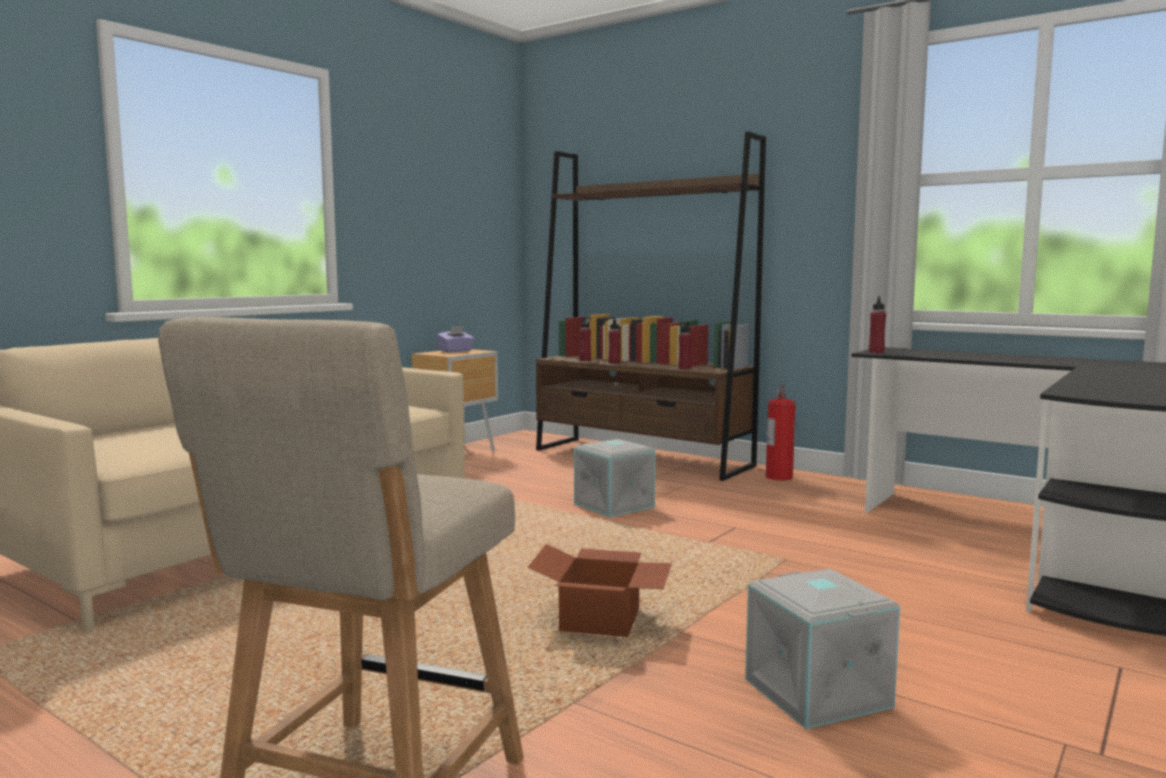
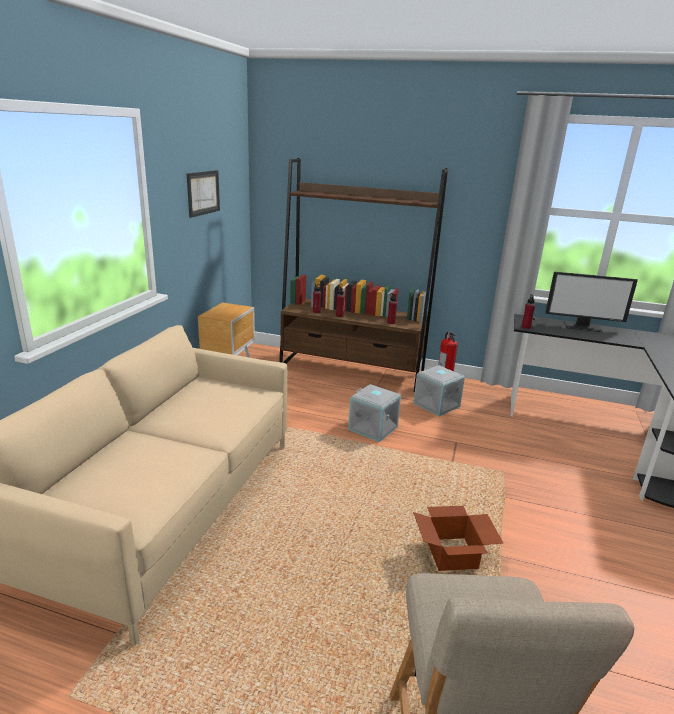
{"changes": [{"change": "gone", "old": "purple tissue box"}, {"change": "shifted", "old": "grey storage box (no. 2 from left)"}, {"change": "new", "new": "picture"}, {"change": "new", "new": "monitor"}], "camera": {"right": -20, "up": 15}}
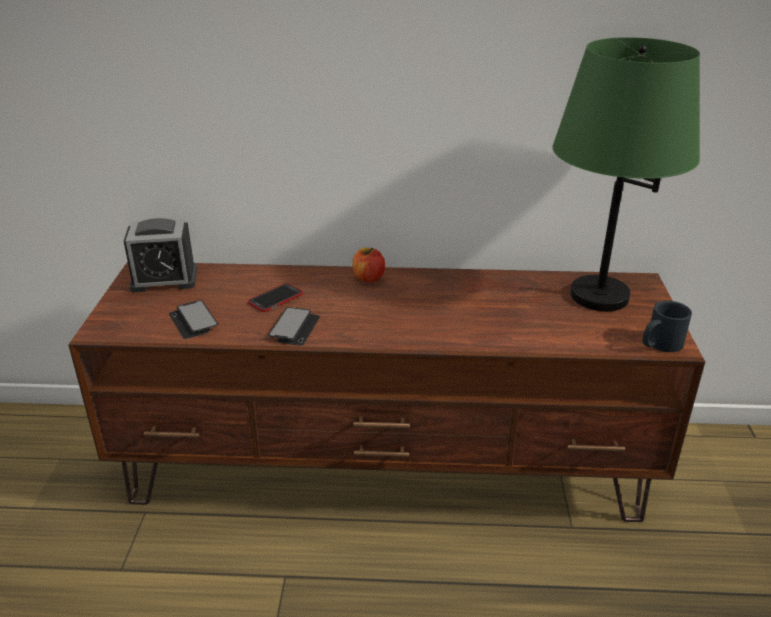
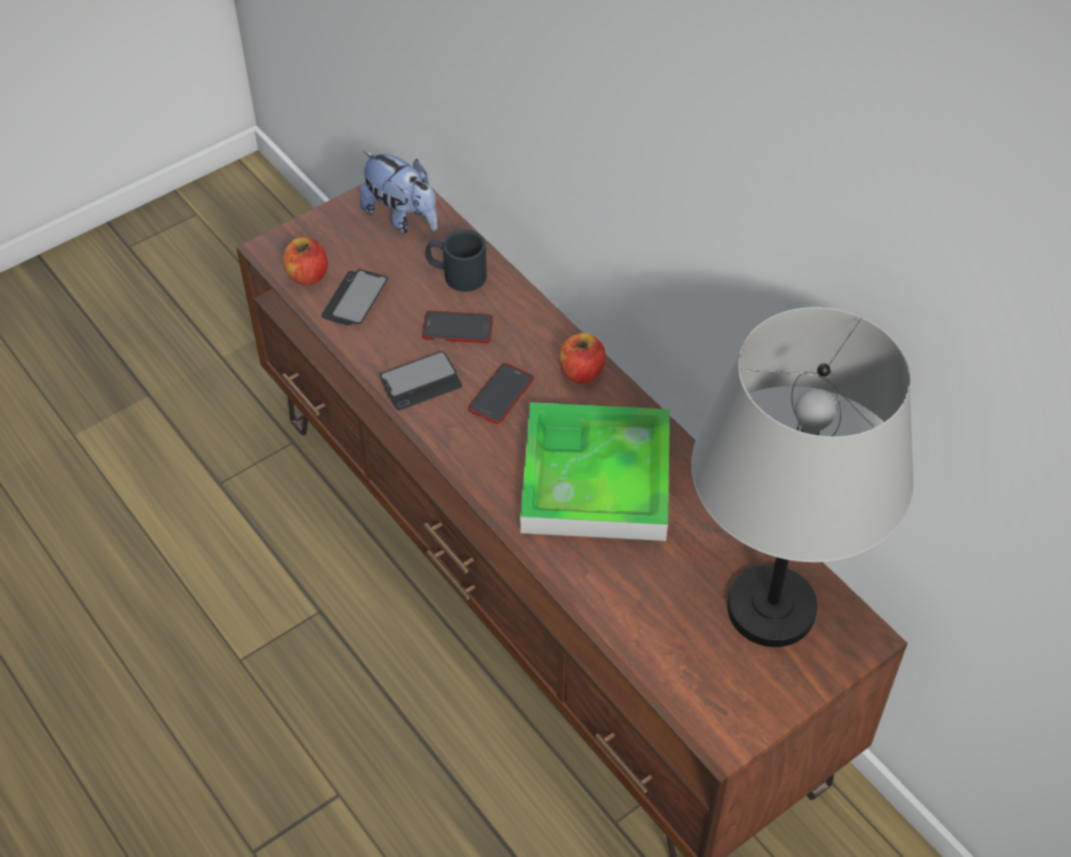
{"changes": [{"change": "repainted", "old": "green table lamp", "new": "grey table lamp"}, {"change": "swapped", "old": "alarm clock", "new": "plush toy"}, {"change": "shifted", "old": "black mug"}, {"change": "new", "new": "apple (no. 1 from left)"}, {"change": "new", "new": "phone (no. 4 from left)"}, {"change": "new", "new": "tray"}], "camera": {"right": 50, "up": 20}}
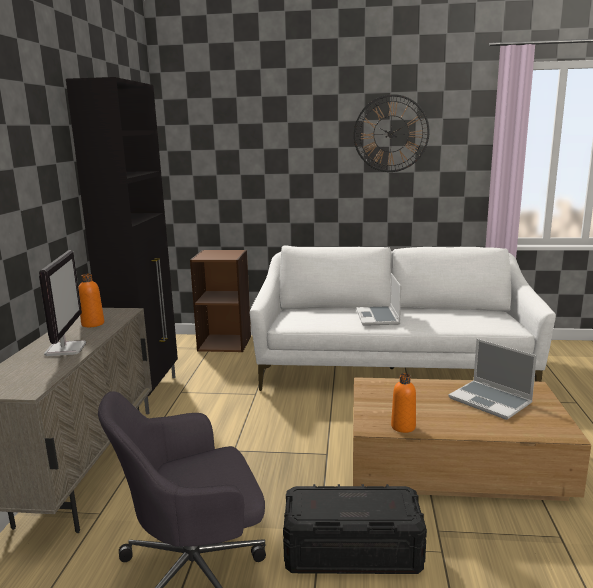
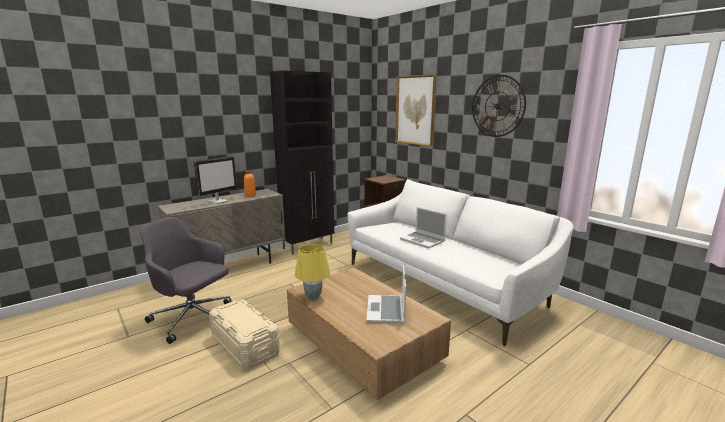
{"changes": [{"change": "rotated", "old": "laptop (no. 1 from left in the first image)", "degrees": -90}, {"change": "swapped", "old": "orange bottle (no. 2 from left)", "new": "yellow table lamp"}, {"change": "repainted", "old": "black storage box", "new": "beige storage box"}, {"change": "new", "new": "picture"}], "camera": {"right": 45, "up": 0}}
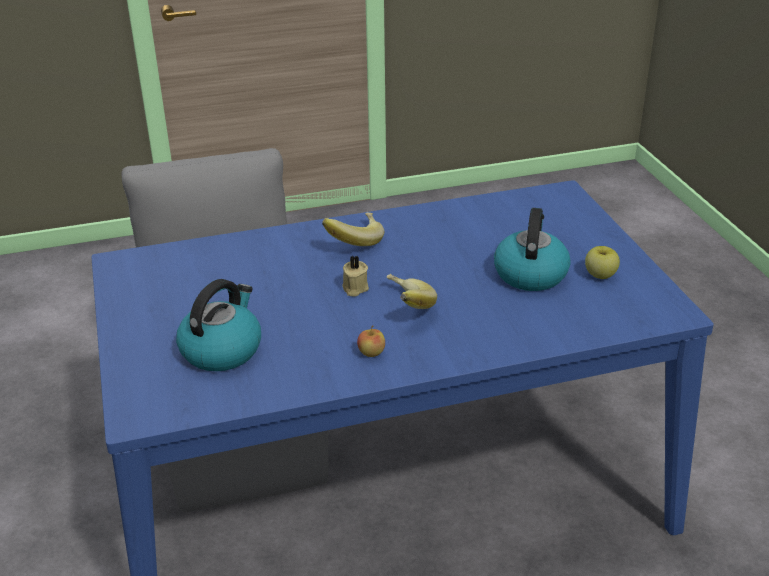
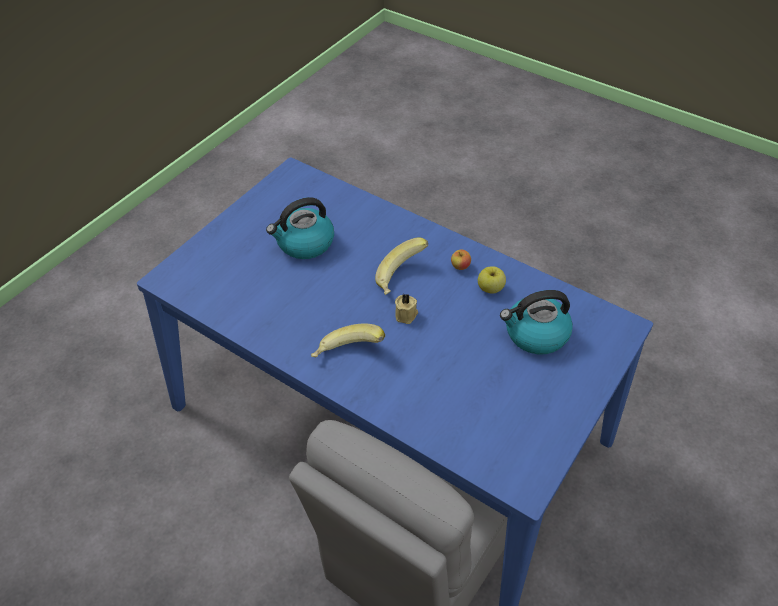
{"changes": [{"change": "shifted", "old": "apple (no. 2 from left)"}], "camera": {"right": -130, "up": 15}}
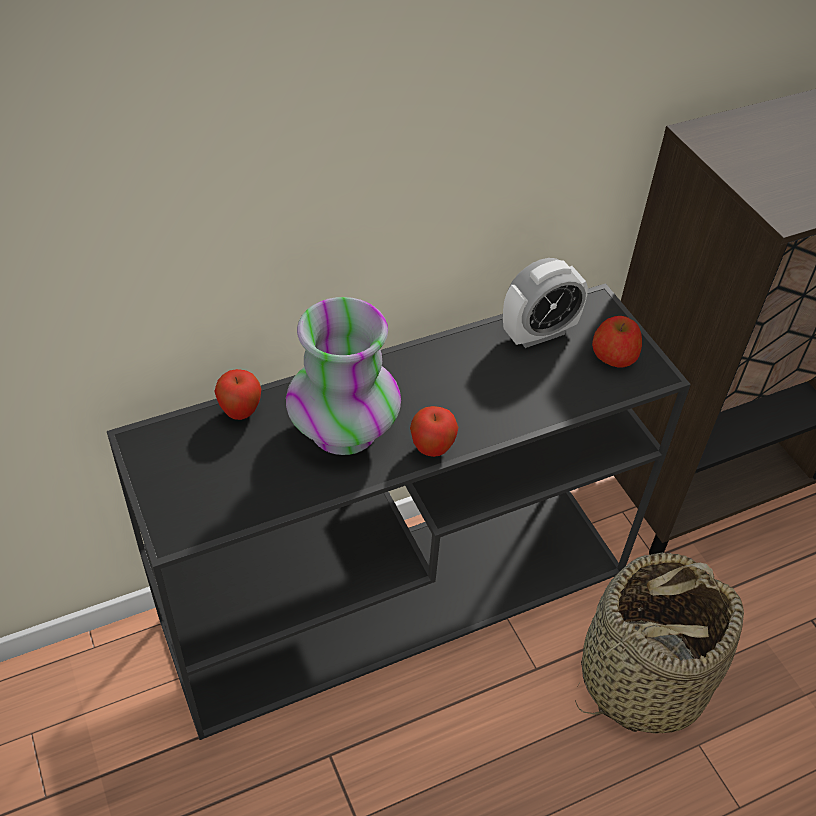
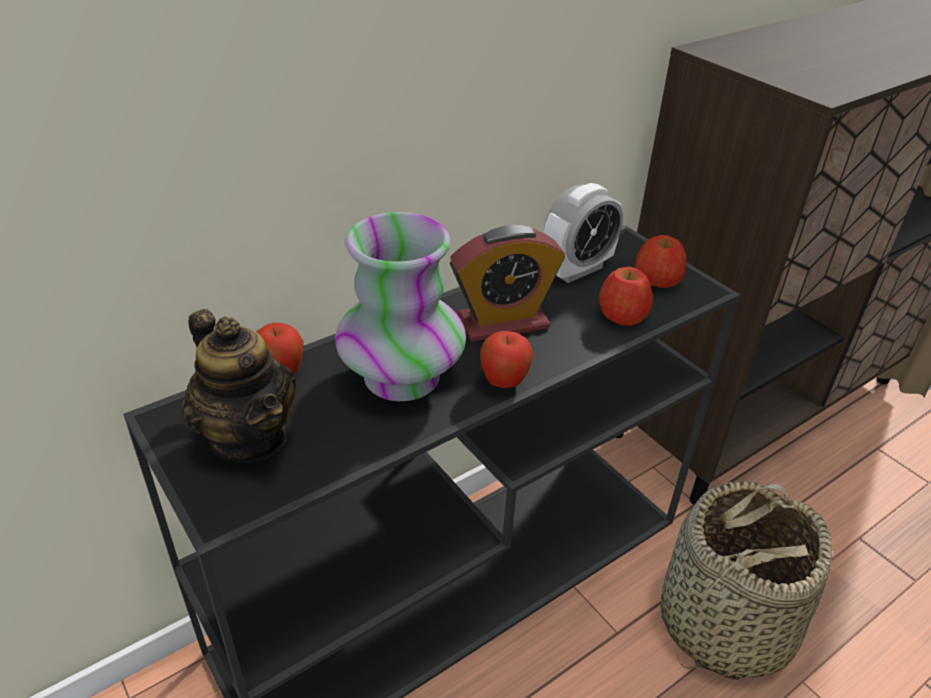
{"changes": [{"change": "new", "new": "alarm clock (no. 1 from left)"}, {"change": "new", "new": "apple (no. 3 from left)"}, {"change": "new", "new": "teapot"}], "camera": {"right": -10, "up": -10}}
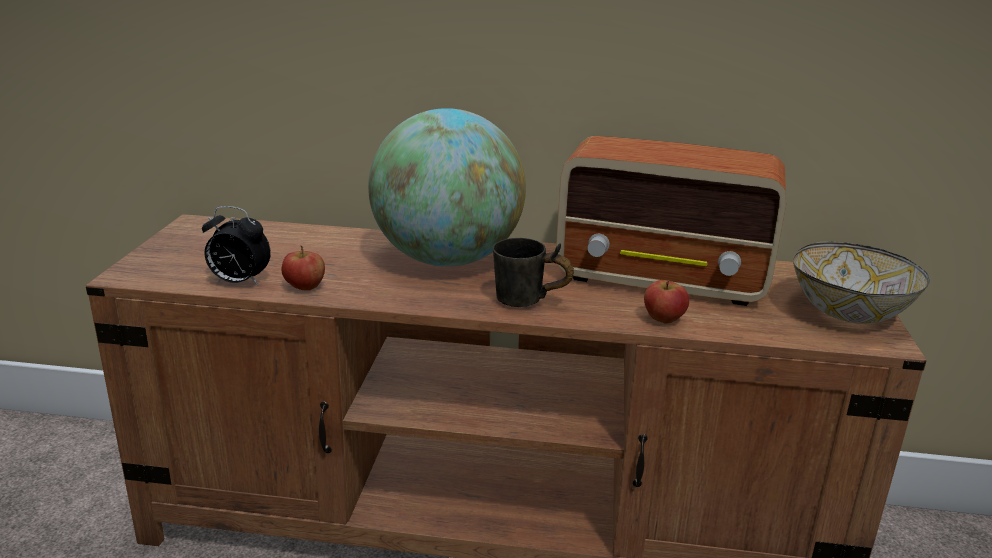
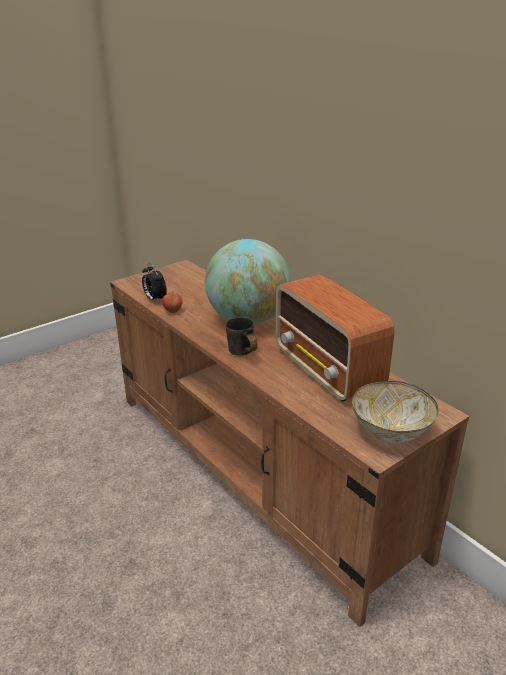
{"changes": [{"change": "gone", "old": "apple (no. 2 from left)"}], "camera": {"right": 45, "up": 5}}
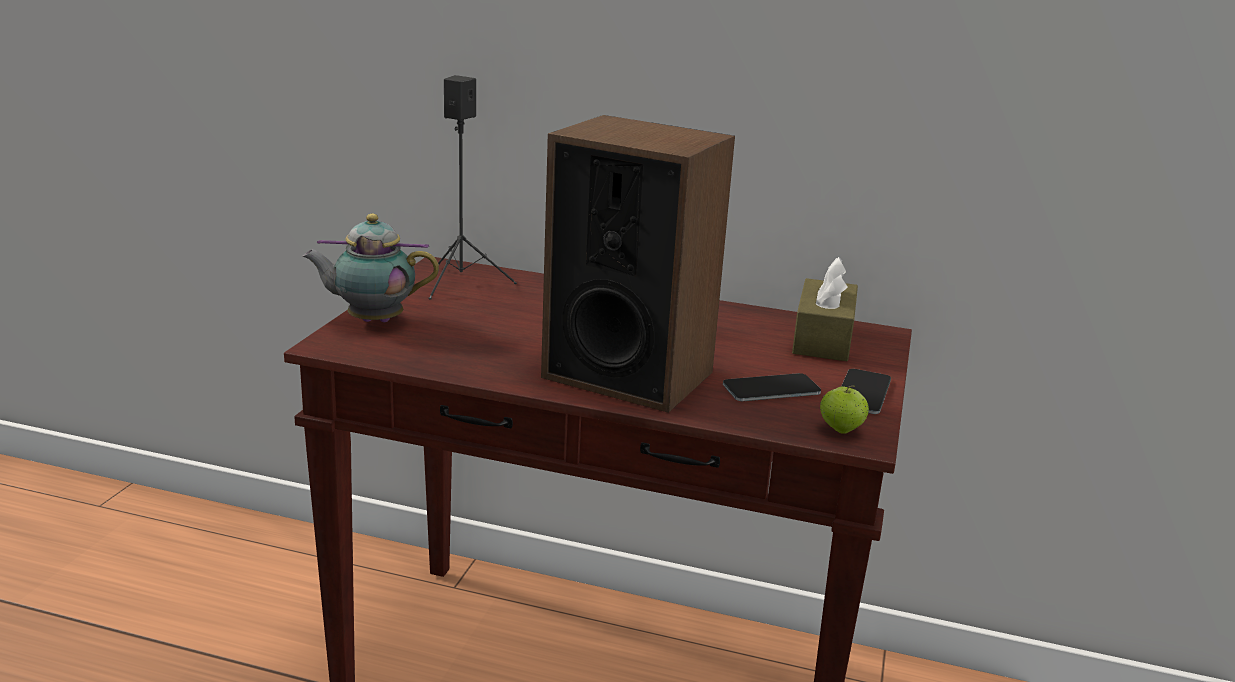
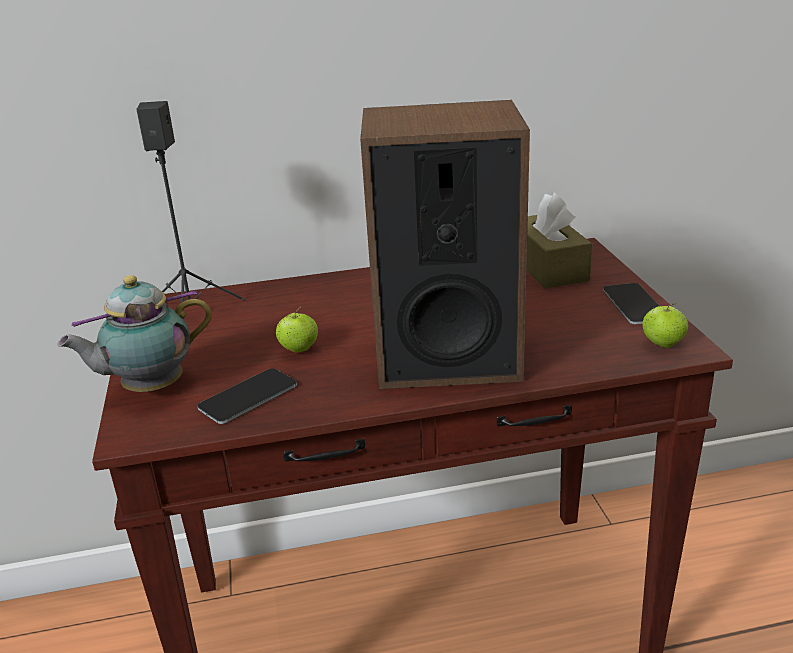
{"changes": [{"change": "shifted", "old": "phone (no. 1 from left)"}, {"change": "new", "new": "apple (no. 1 from left)"}], "camera": {"right": -25, "up": 5}}
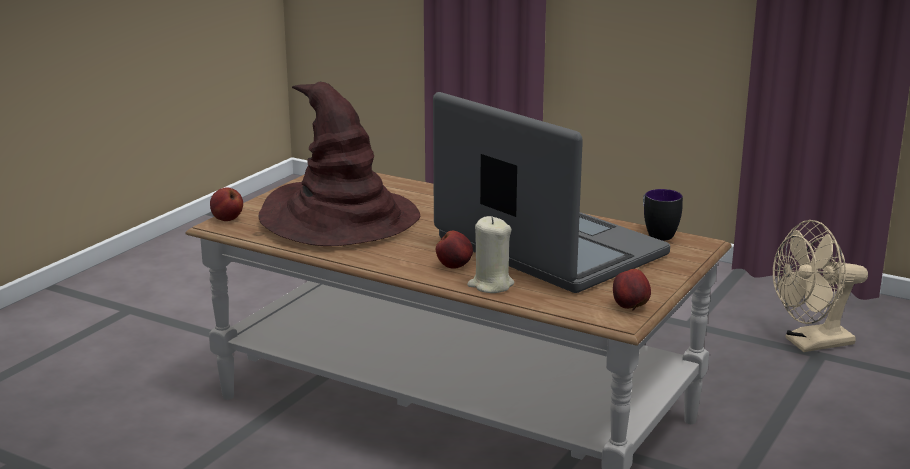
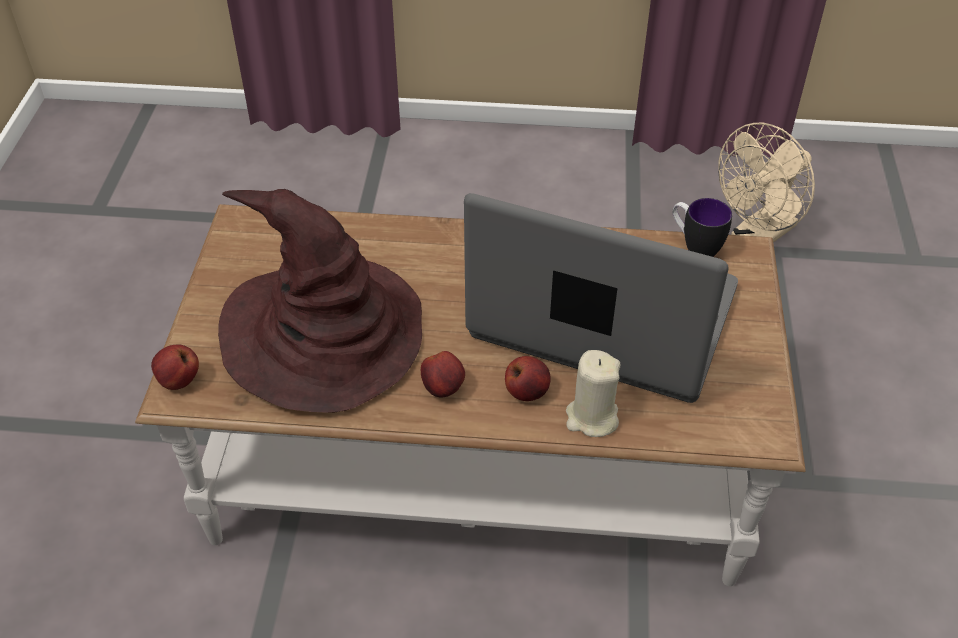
{"changes": [{"change": "shifted", "old": "apple (no. 3 from left in the first image)", "new": "apple (no. 2 from left)"}], "camera": {"right": -25, "up": 25}}
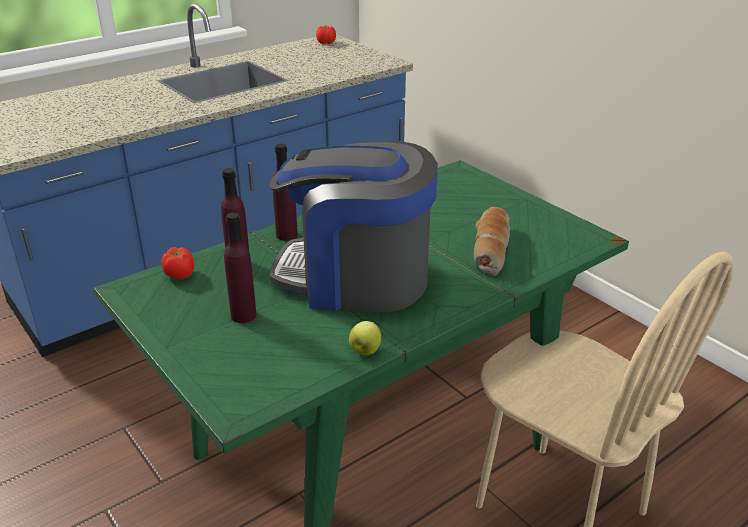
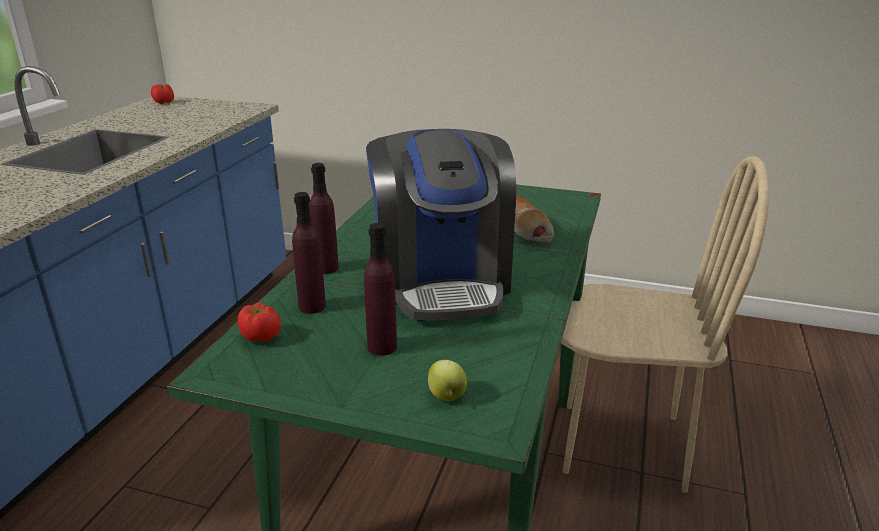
{"changes": [{"change": "rotated", "old": "coffee machine", "degrees": -75}, {"change": "shifted", "old": "apple"}], "camera": {"right": -35, "up": -5}}
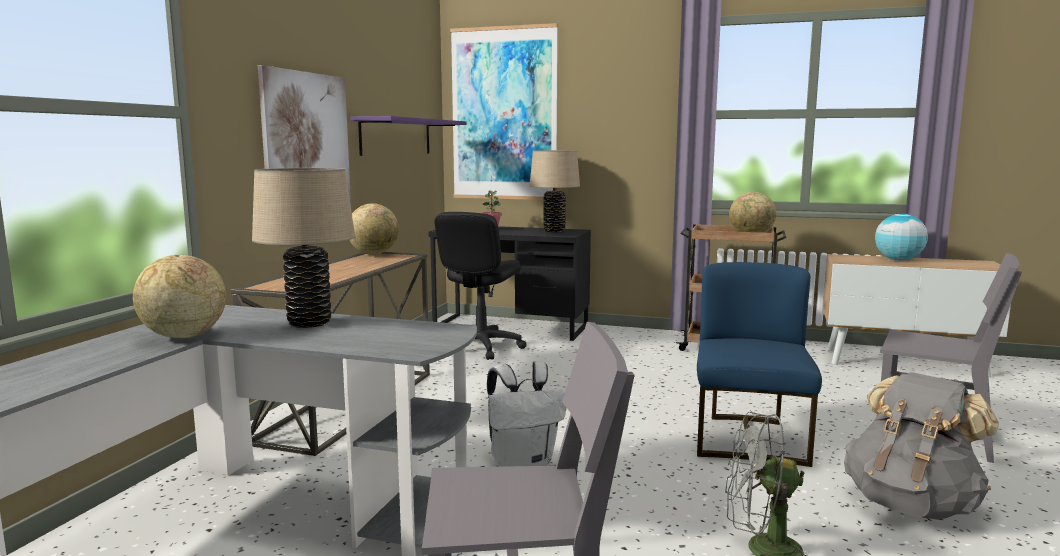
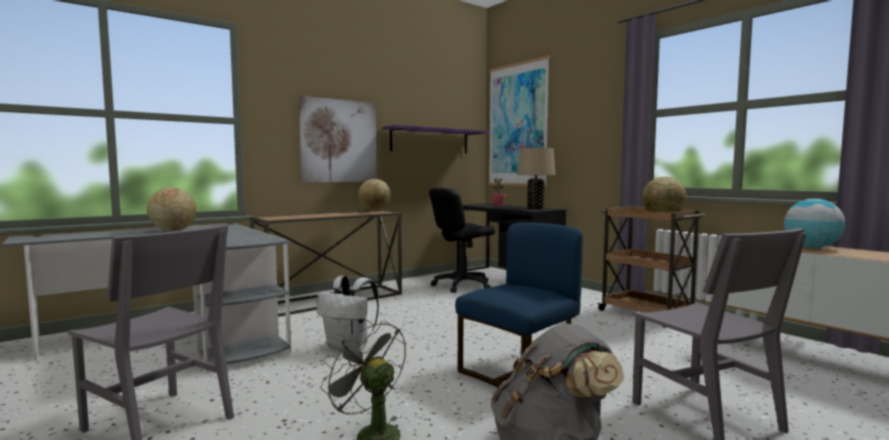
{"changes": [{"change": "gone", "old": "beige table lamp (no. 1 from left)"}], "camera": {"right": 35, "up": -5}}
